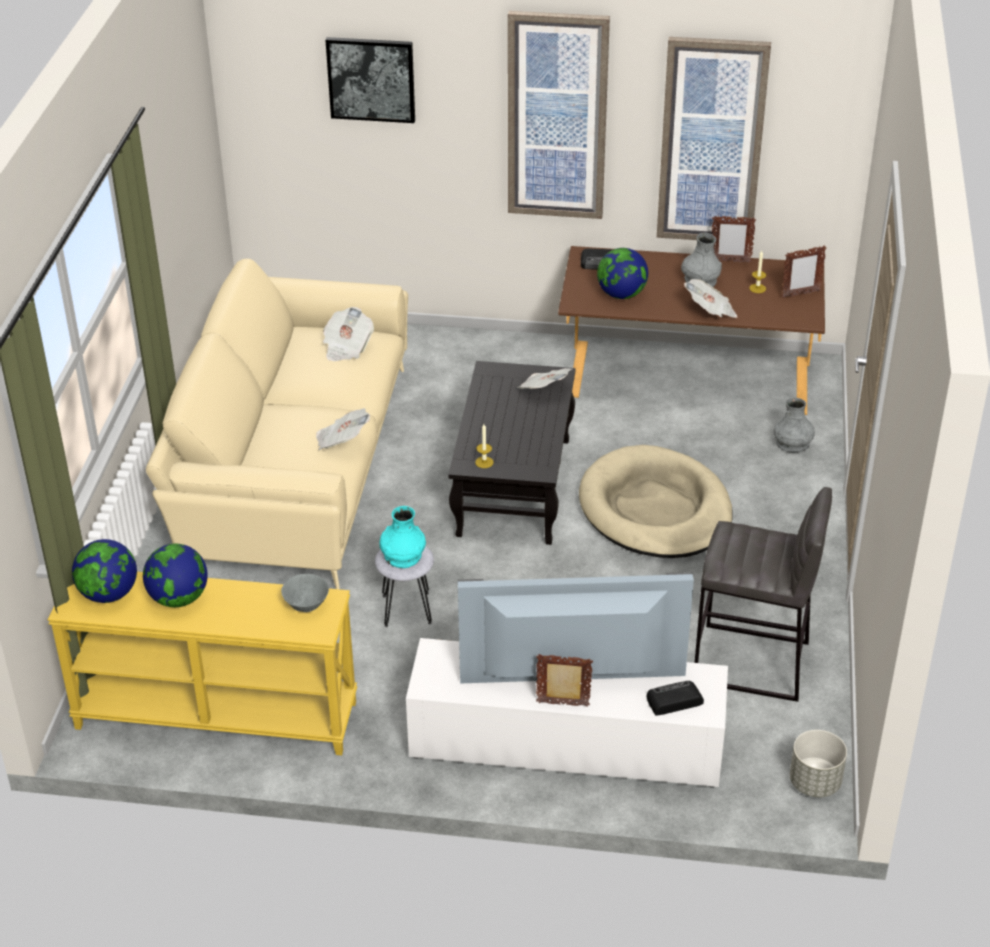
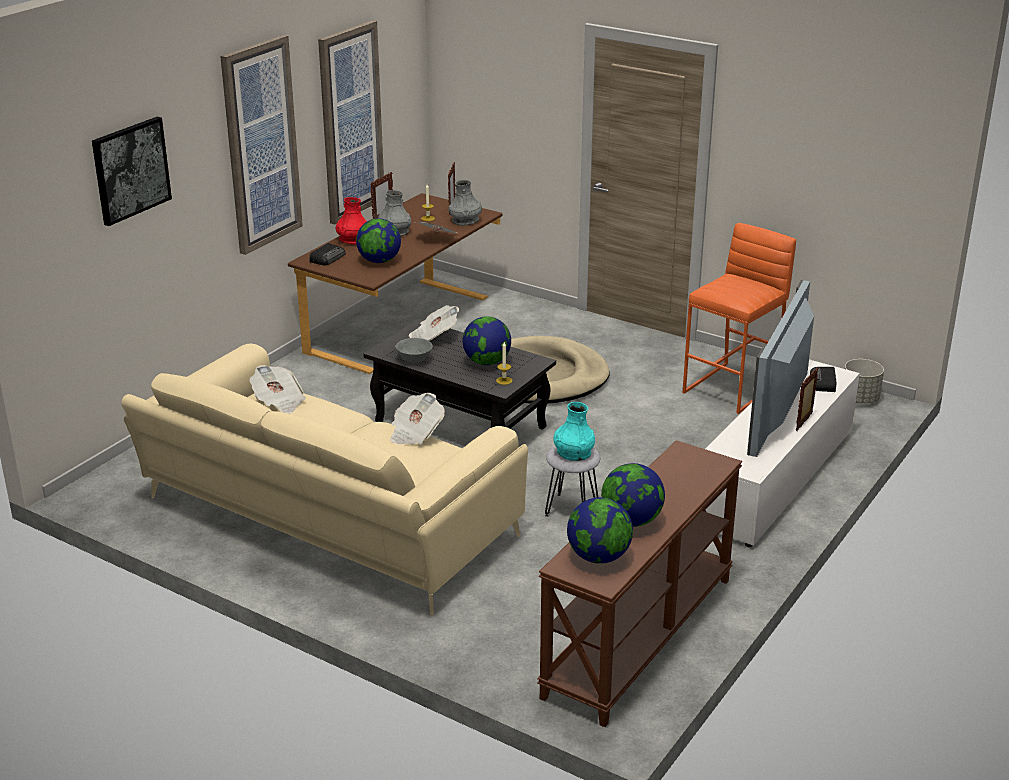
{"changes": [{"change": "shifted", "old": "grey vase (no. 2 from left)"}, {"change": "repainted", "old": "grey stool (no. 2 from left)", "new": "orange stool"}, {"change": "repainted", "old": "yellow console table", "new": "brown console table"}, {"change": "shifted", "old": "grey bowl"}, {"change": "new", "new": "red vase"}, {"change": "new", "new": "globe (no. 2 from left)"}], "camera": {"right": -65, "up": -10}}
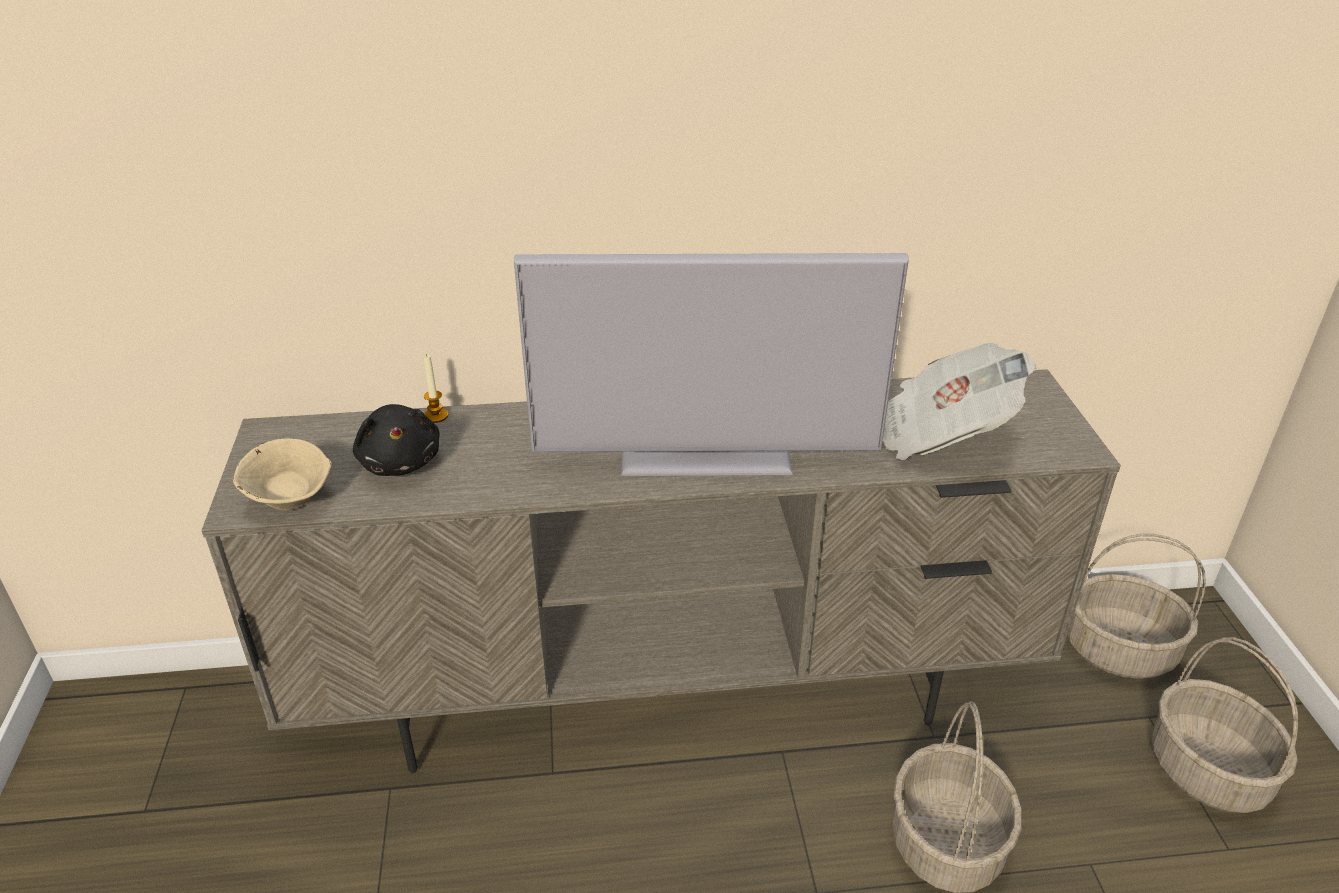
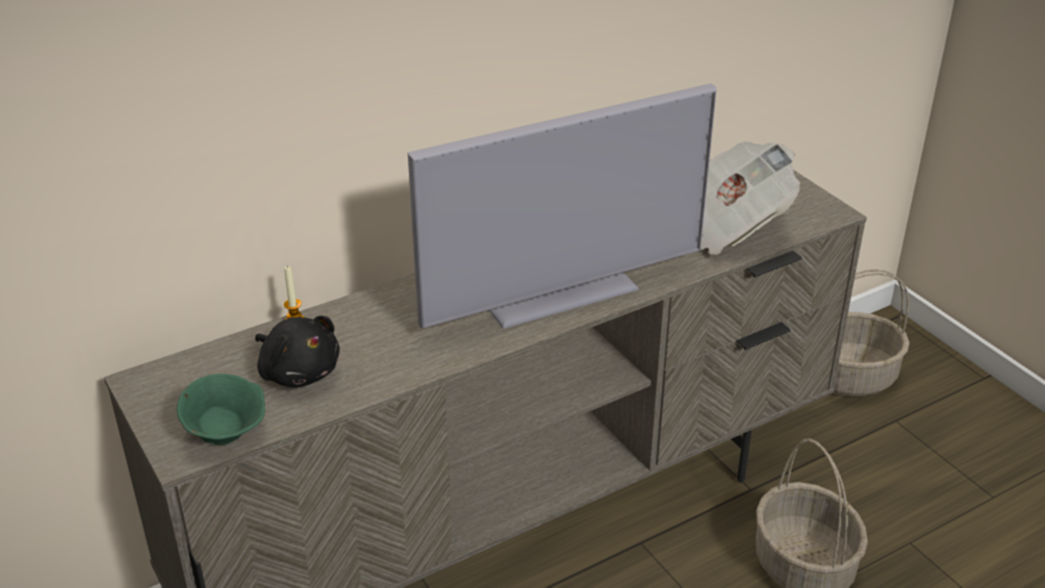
{"changes": [{"change": "repainted", "old": "beige bowl", "new": "green bowl"}, {"change": "gone", "old": "basket (no. 3 from left)"}], "camera": {"right": -25, "up": 0}}
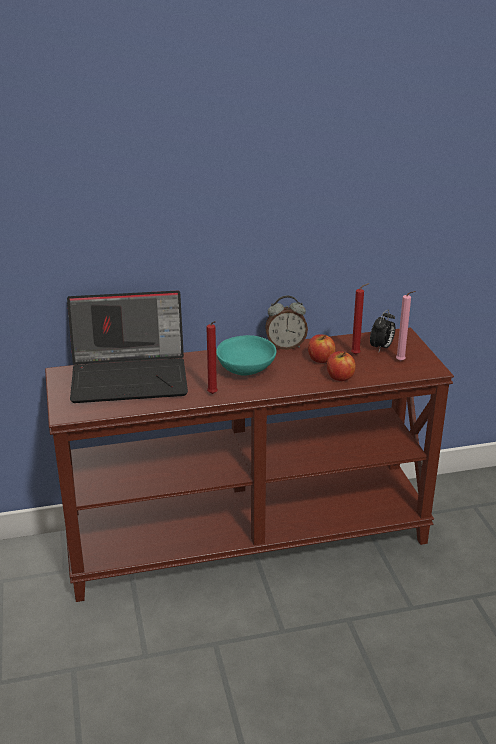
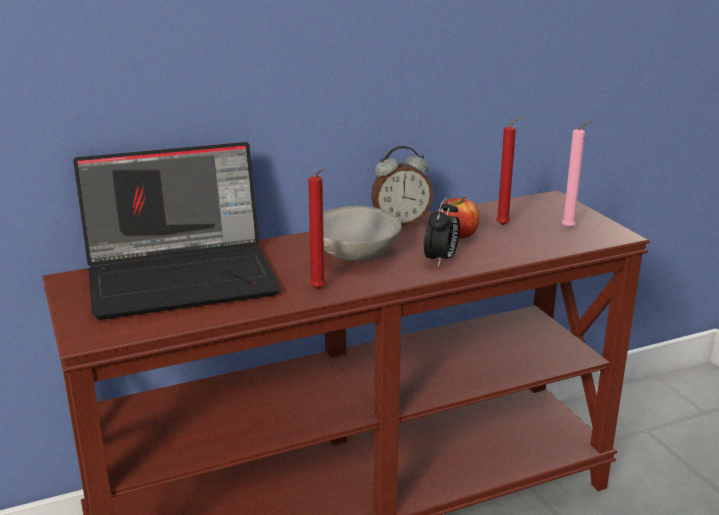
{"changes": [{"change": "shifted", "old": "alarm clock (no. 2 from left)"}, {"change": "repainted", "old": "turquoise bowl", "new": "grey bowl"}, {"change": "gone", "old": "apple (no. 2 from left)"}], "camera": {"right": -10, "up": -5}}
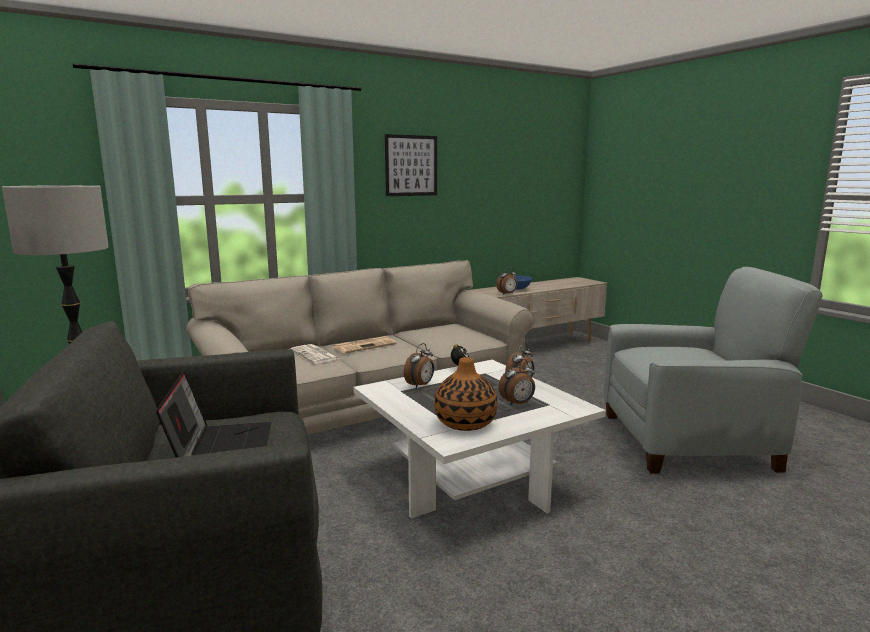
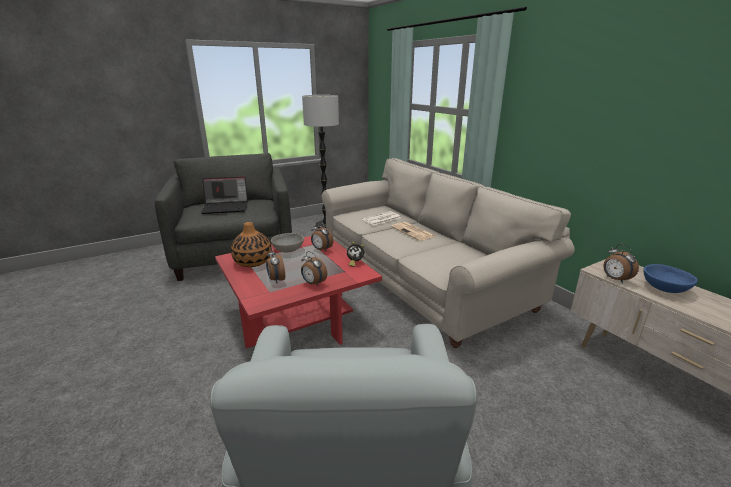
{"changes": [{"change": "gone", "old": "picture"}, {"change": "repainted", "old": "white coffee table", "new": "red coffee table"}, {"change": "new", "new": "grey bowl"}], "camera": {"right": 90, "up": 10}}
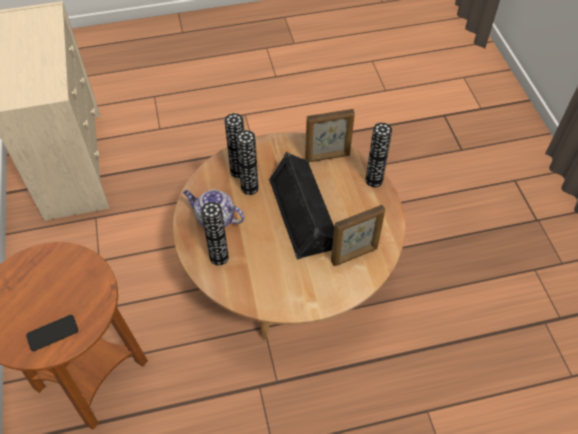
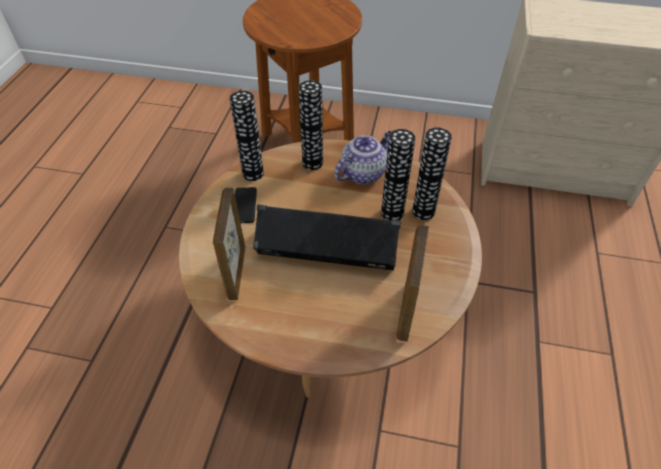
{"changes": [{"change": "shifted", "old": "vase (no. 4 from left in the first image)", "new": "vase (no. 1 from left)"}, {"change": "shifted", "old": "phone"}], "camera": {"right": 115, "up": -5}}
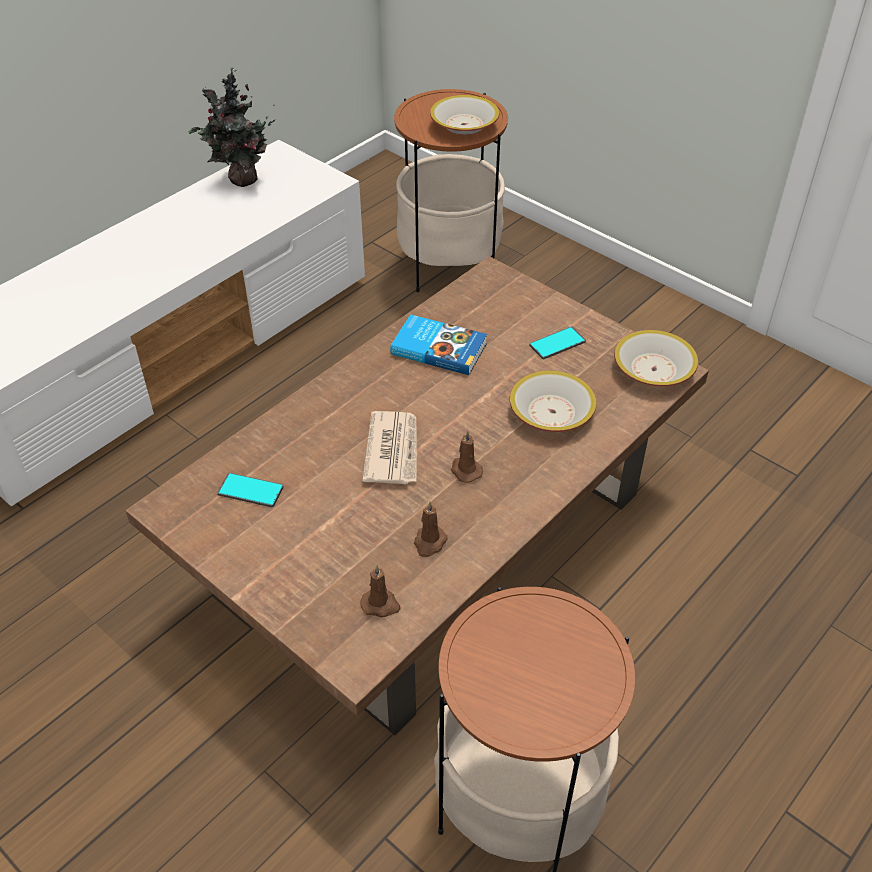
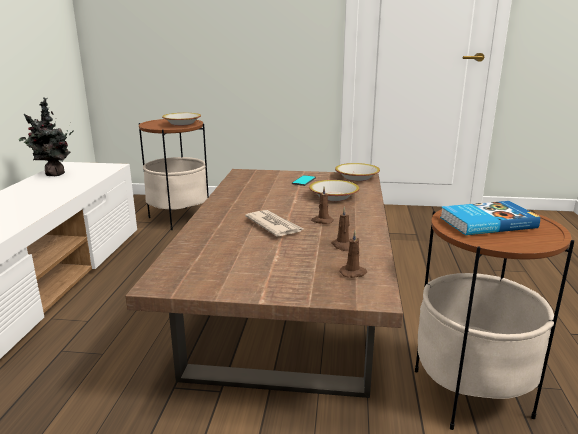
{"changes": [{"change": "shifted", "old": "book"}, {"change": "gone", "old": "phone (no. 1 from left)"}], "camera": {"right": -35, "up": -25}}
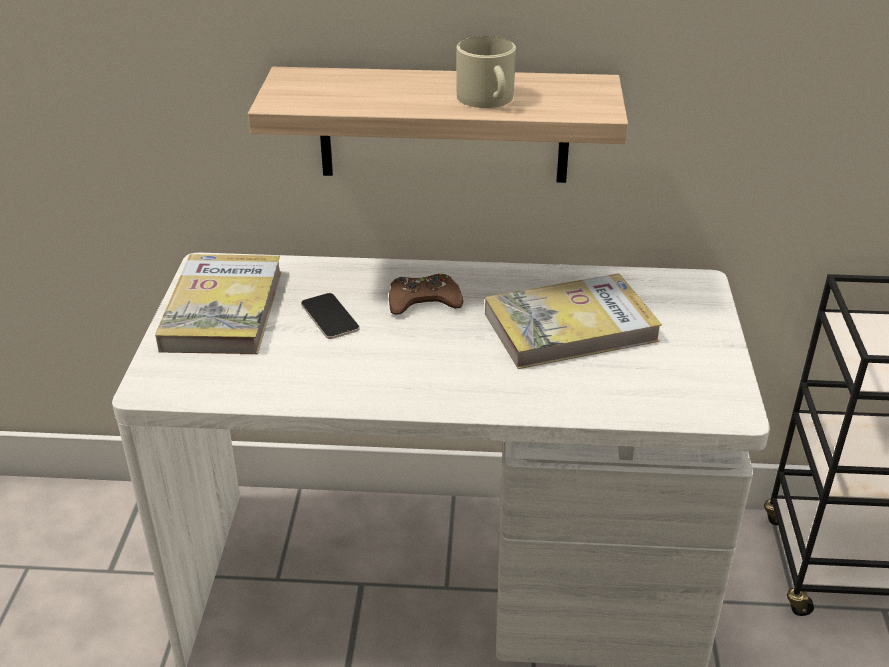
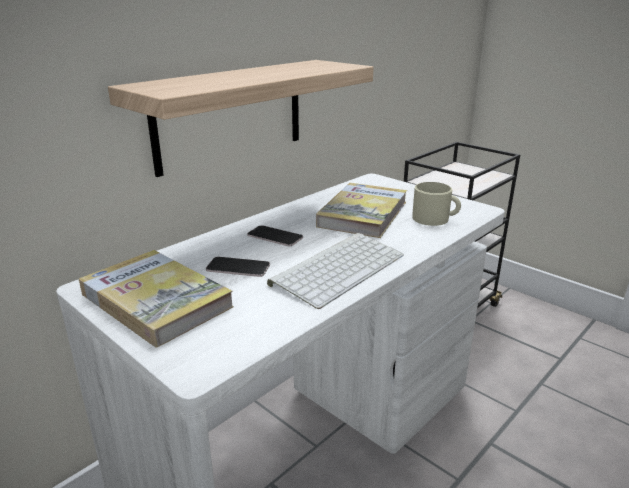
{"changes": [{"change": "shifted", "old": "beige mug"}, {"change": "swapped", "old": "brown game controller", "new": "phone (no. 2 from left)"}, {"change": "new", "new": "keyboard"}], "camera": {"right": -50, "up": -10}}
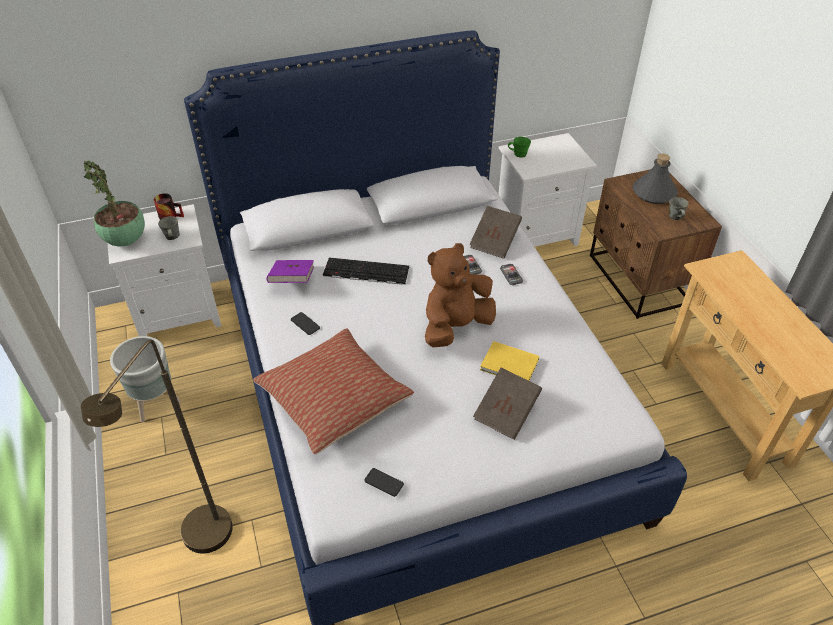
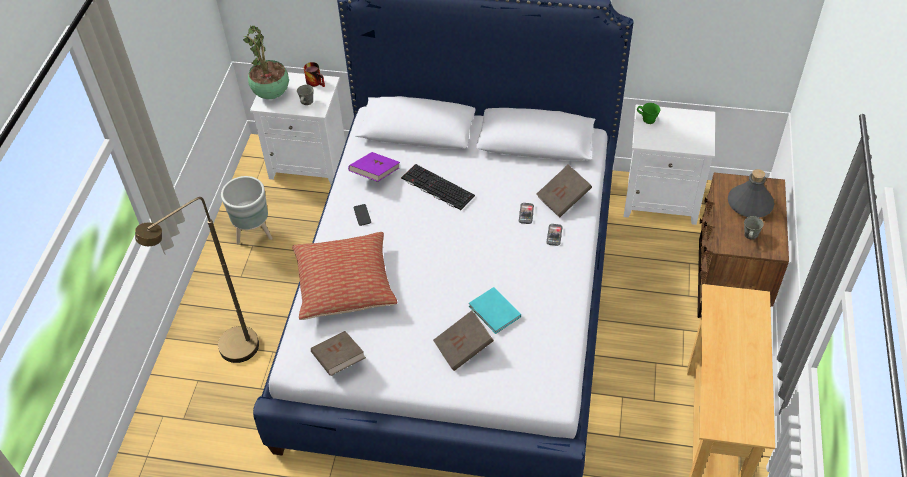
{"changes": [{"change": "gone", "old": "brown plush toy"}, {"change": "repainted", "old": "yellow book", "new": "turquoise book"}, {"change": "swapped", "old": "phone (no. 2 from left)", "new": "brown book (no. 1 from left)"}], "camera": {"right": 30, "up": 5}}
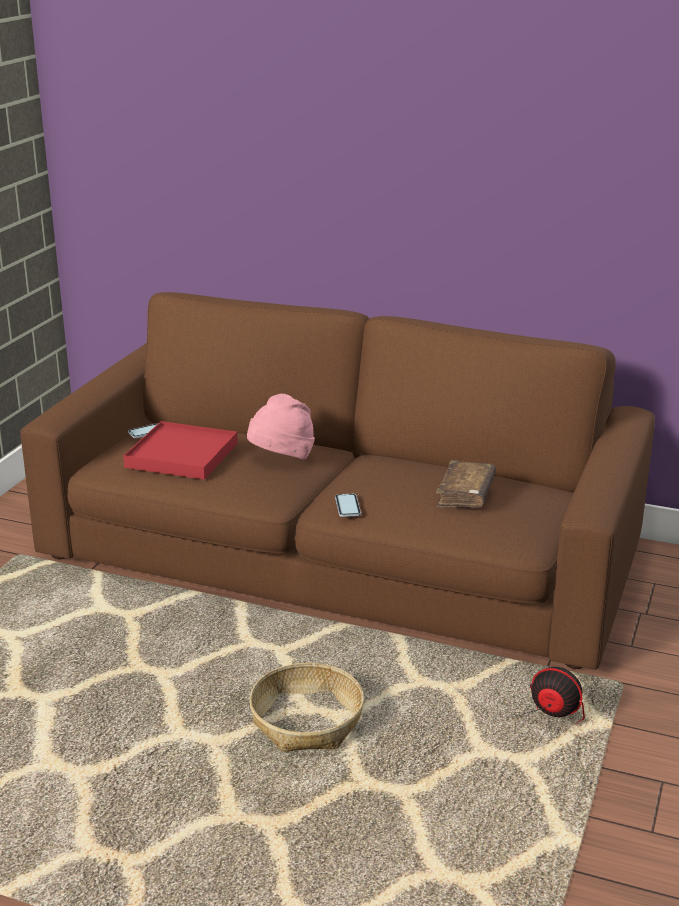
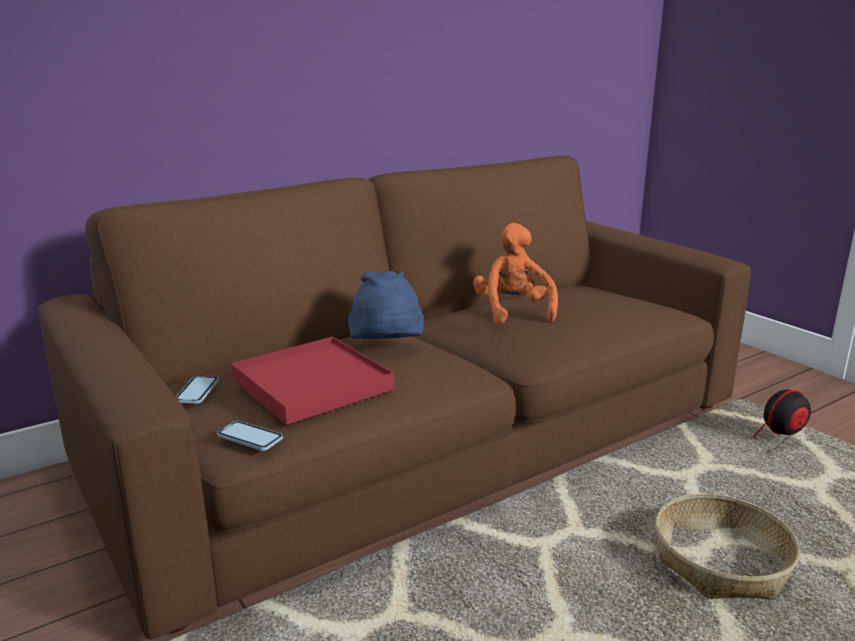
{"changes": [{"change": "repainted", "old": "pink hat", "new": "blue hat"}, {"change": "gone", "old": "brown book"}, {"change": "shifted", "old": "phone (no. 2 from left)"}, {"change": "new", "new": "orange plush toy"}], "camera": {"right": -55, "up": -5}}
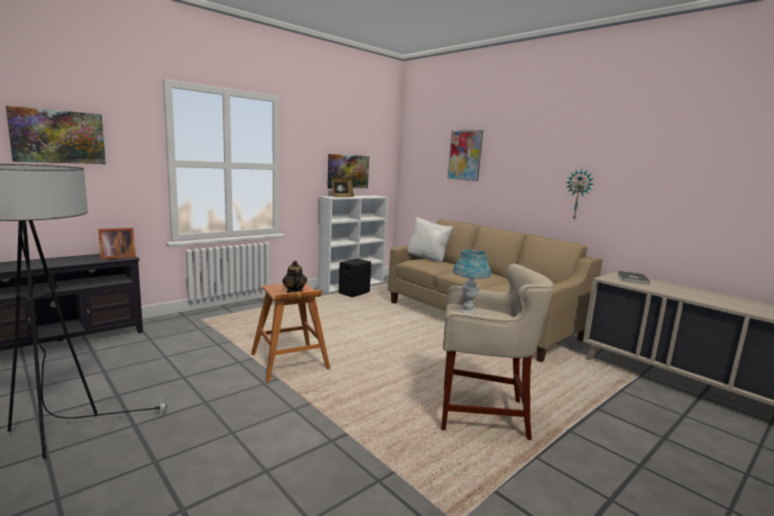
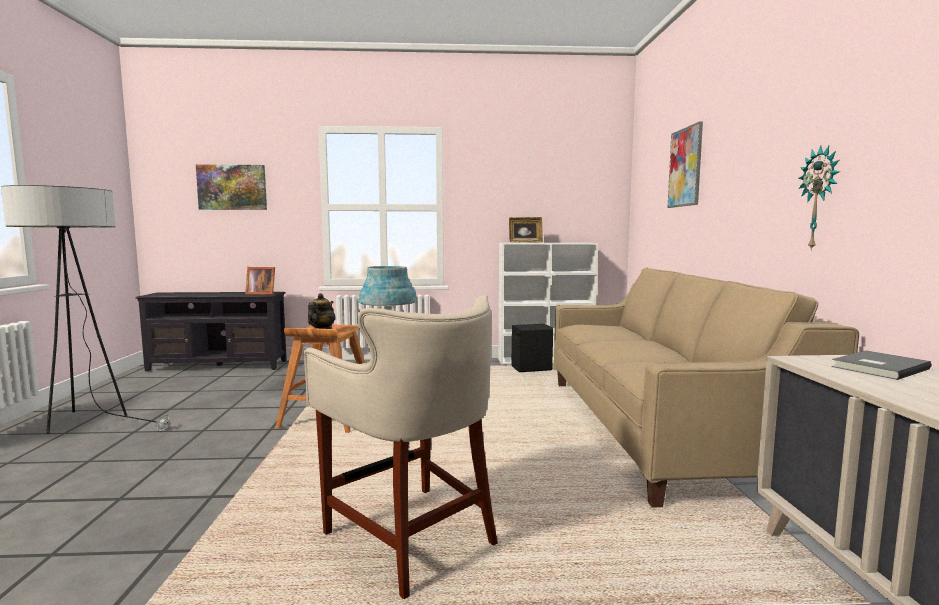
{"changes": [{"change": "gone", "old": "picture (no. 2 from left)"}, {"change": "gone", "old": "white pillow"}], "camera": {"right": 40, "up": -5}}
